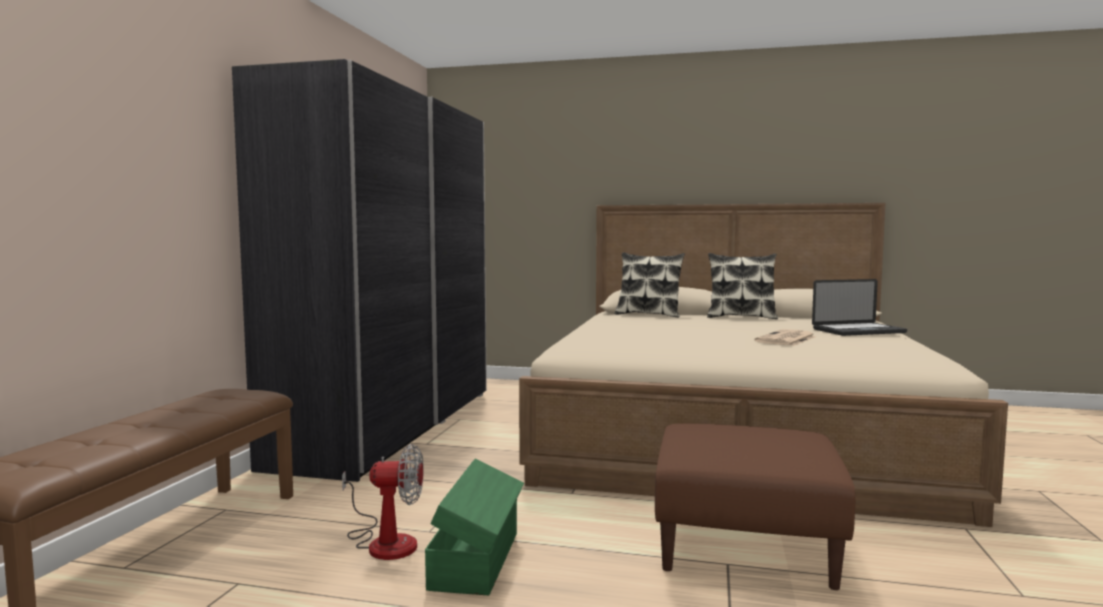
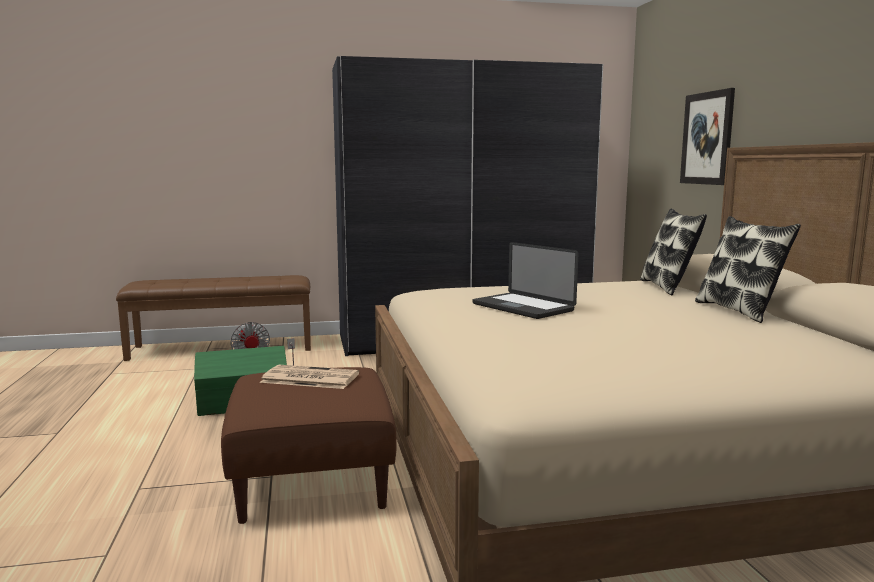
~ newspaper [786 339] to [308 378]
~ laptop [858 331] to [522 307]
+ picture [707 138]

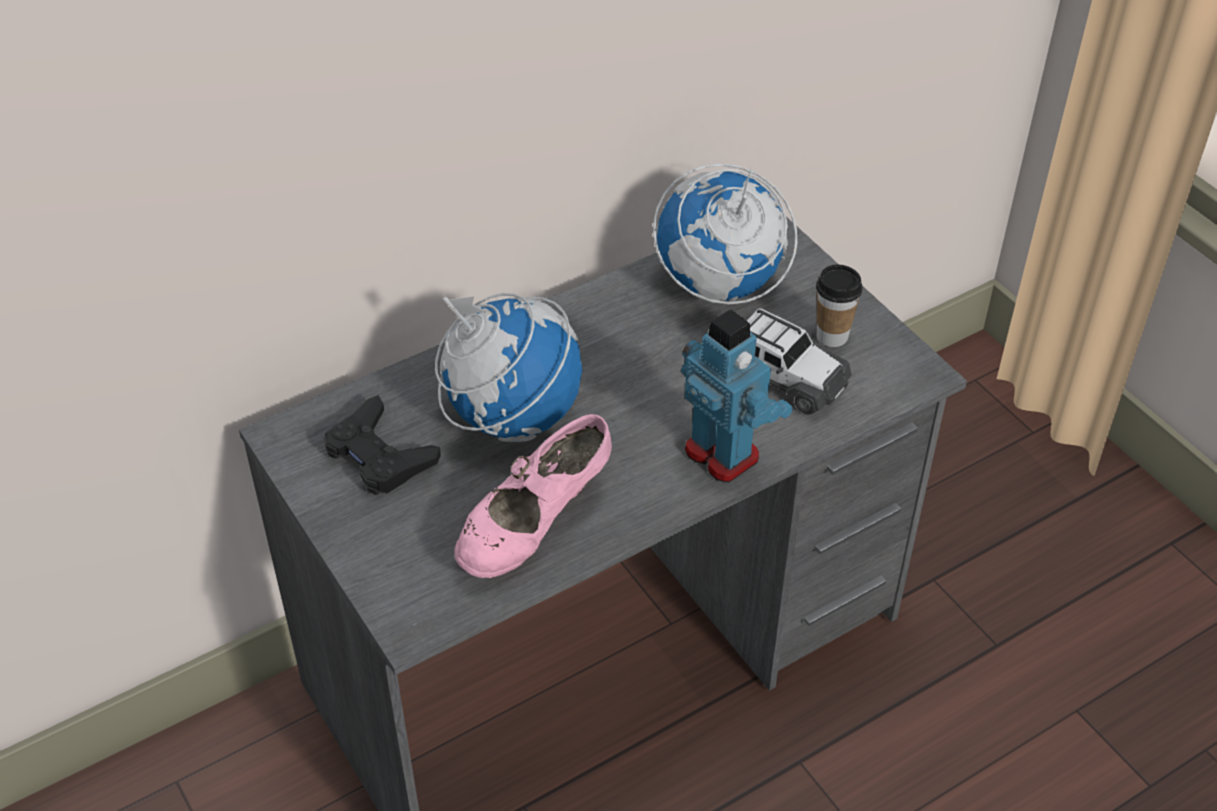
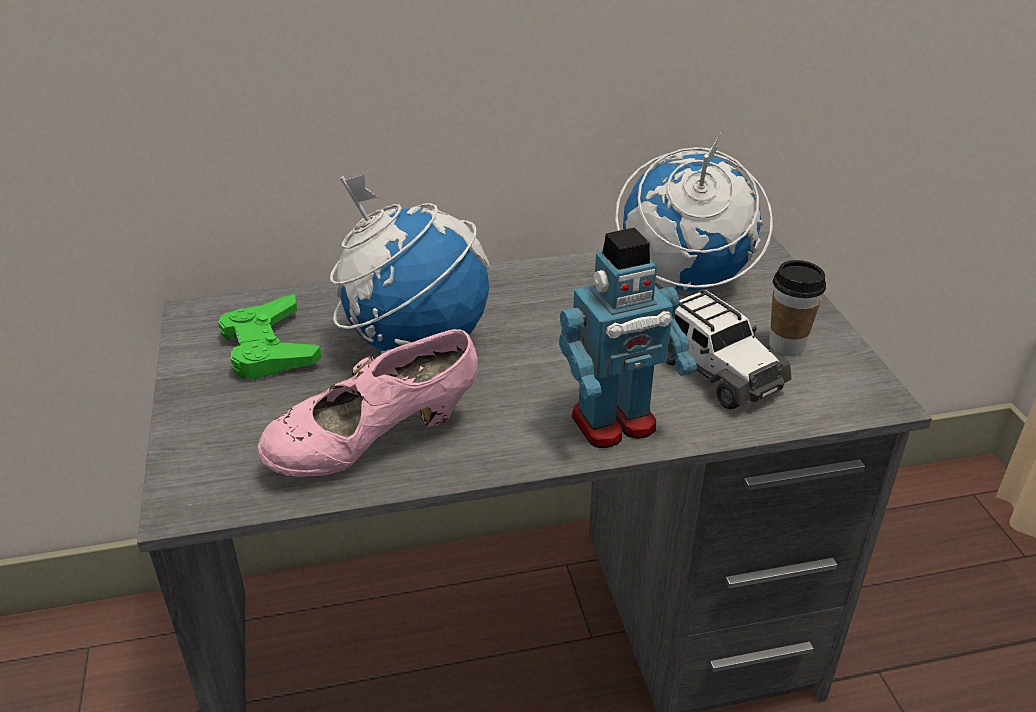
~ game controller (black) [379 455] to game controller (green) [269 347]
~ toy robot [723 453] = [615 424] 90 degrees clockwise

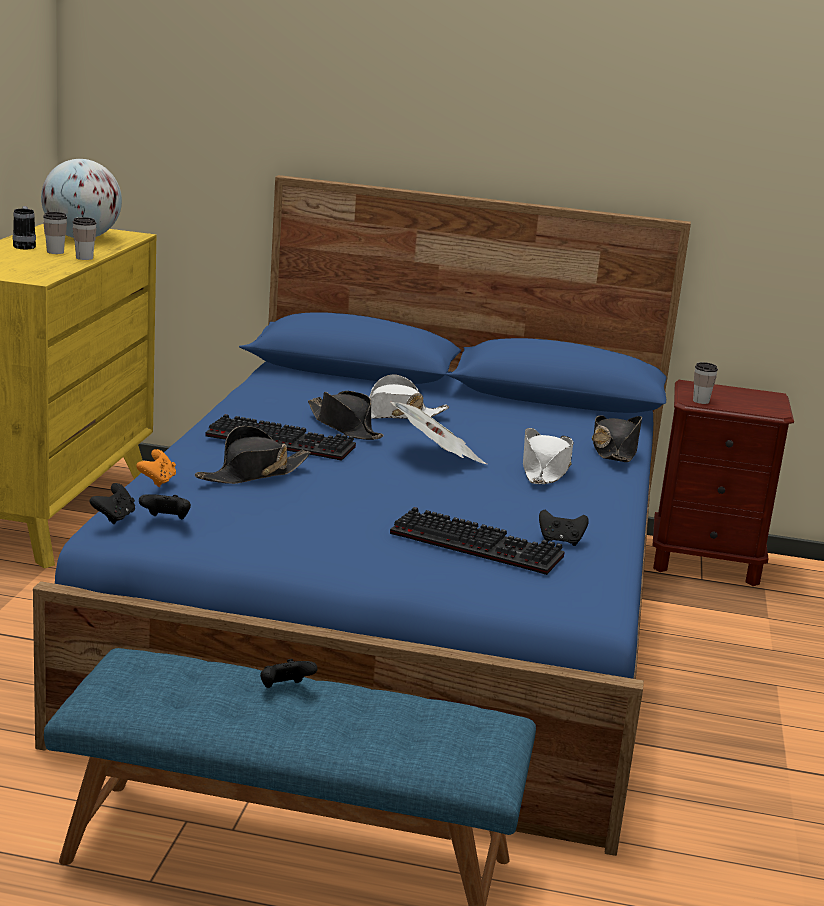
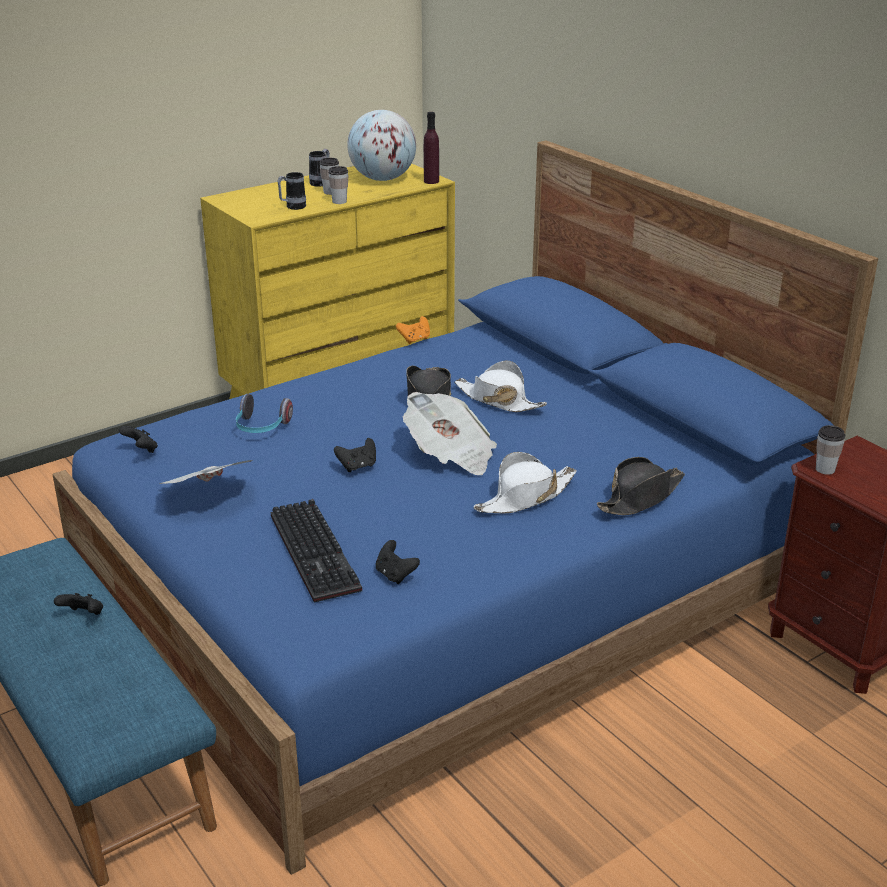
+ newspaper [207 495]
~ hat (black) [253 473] to headphones [261 428]
+ mug [292 207]
~ game controller (black) [114 518] to [357 466]
~ game controller (orange) [157 481] to [415 340]
+ bottle (purple) [431 181]
- keyboard [284 441]

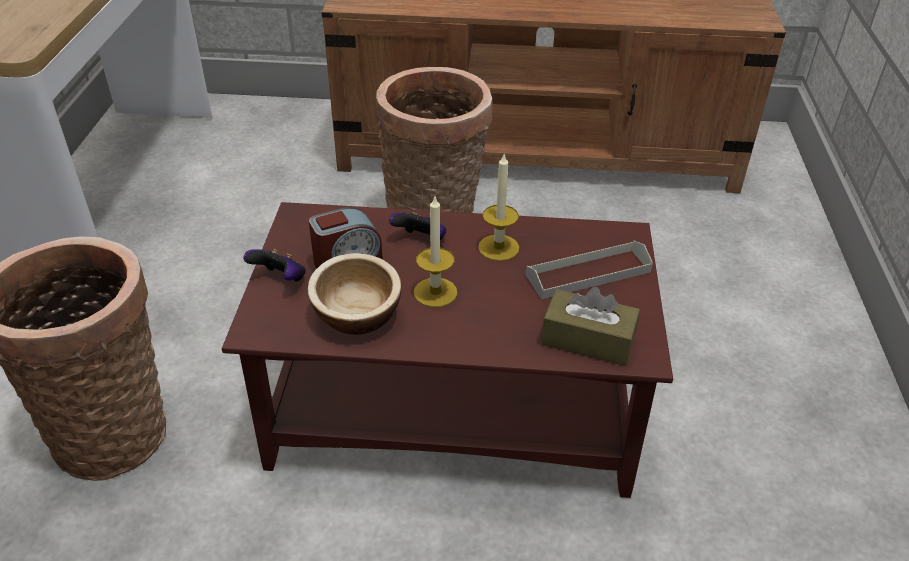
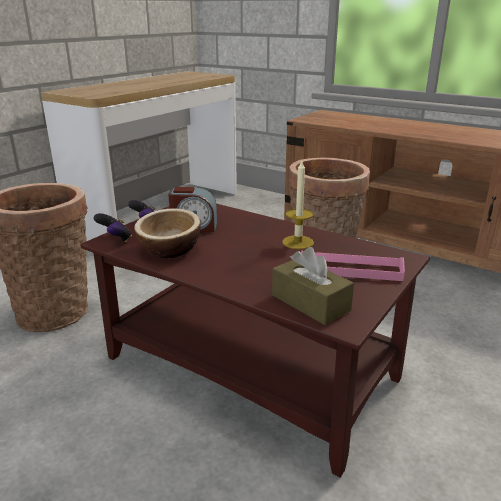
~ game controller [421 240] to [115 239]
~ tray (grey) [588 273] to tray (pink) [350 269]
- candle [435 292]

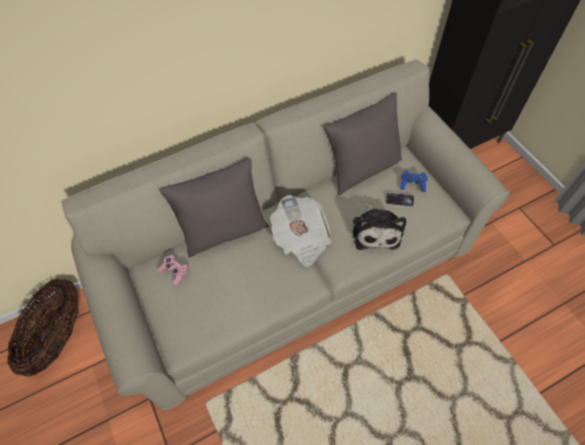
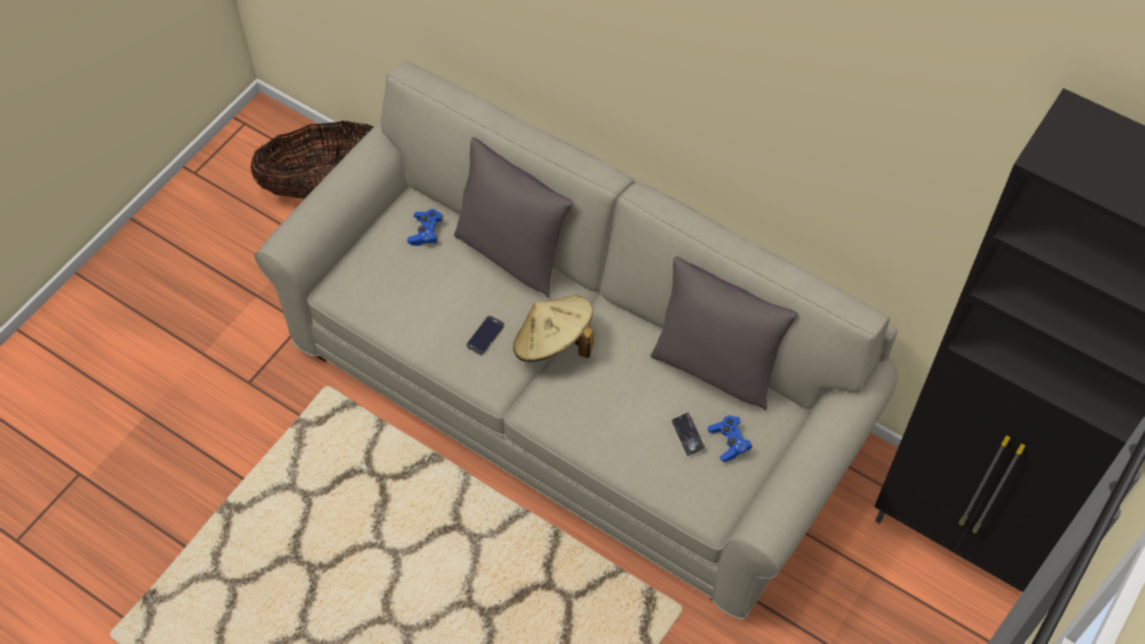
~ game controller (pink) [175 272] to game controller (blue) [426 232]
+ phone [485 335]
~ newspaper [301 239] to hat (beige) [553 344]
- plush toy [375 230]

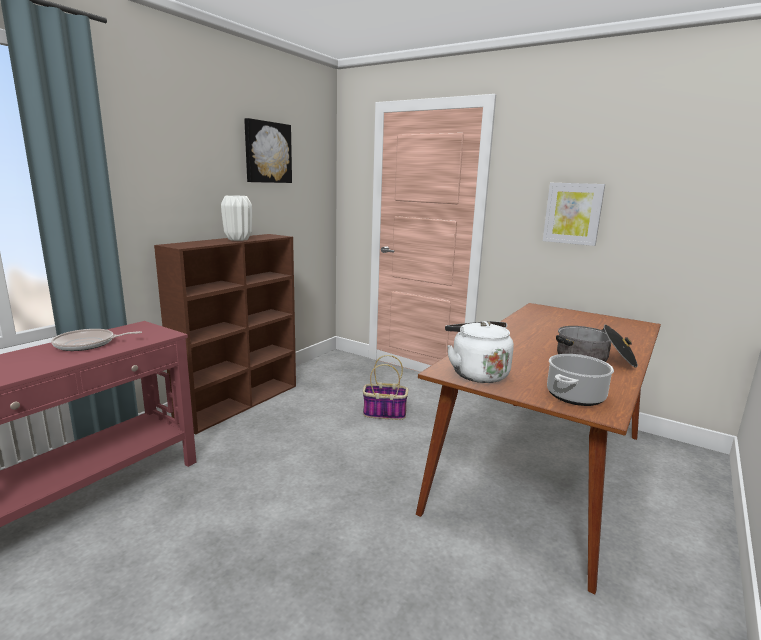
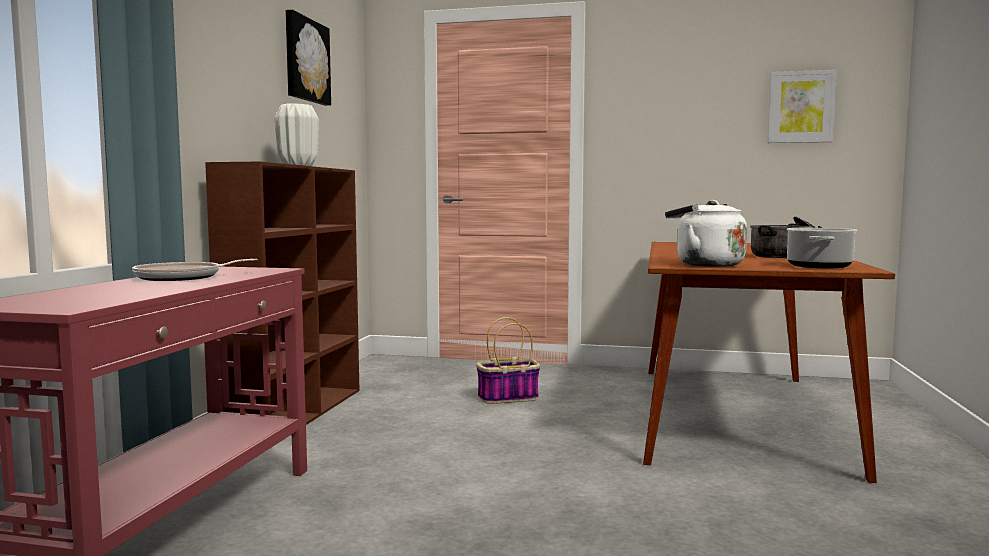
~ picture [573 213] to [801 107]

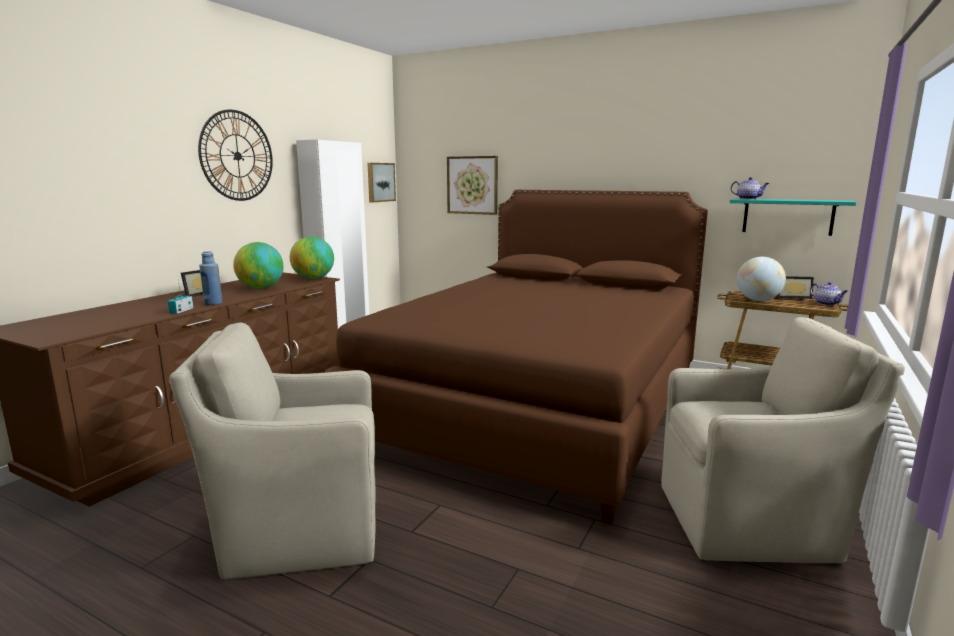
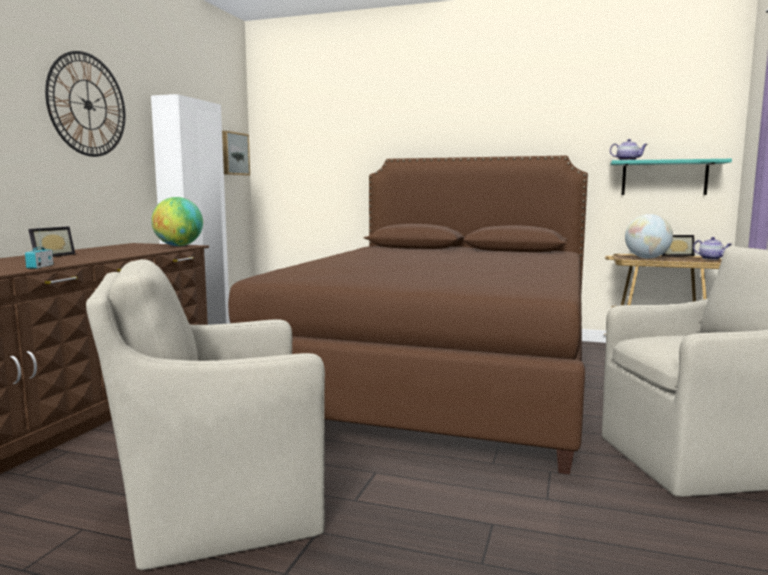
- bottle (blue) [213 303]
- globe [260 288]
- picture [472 185]

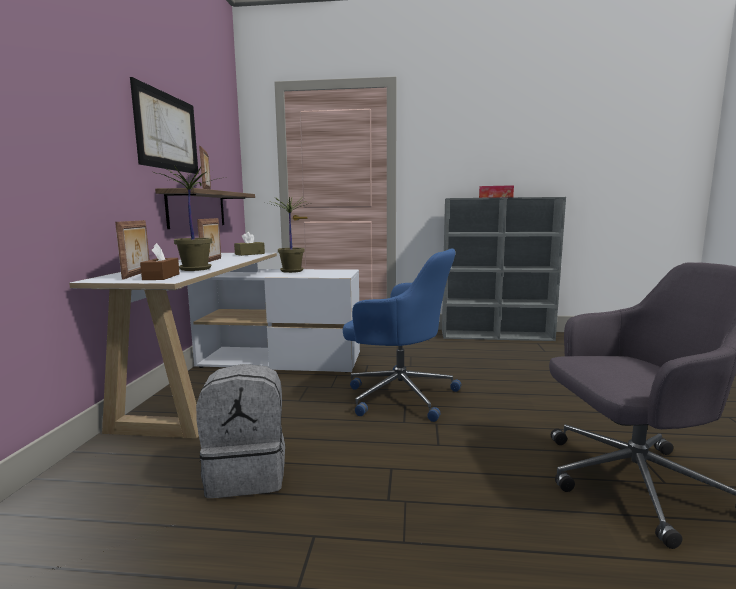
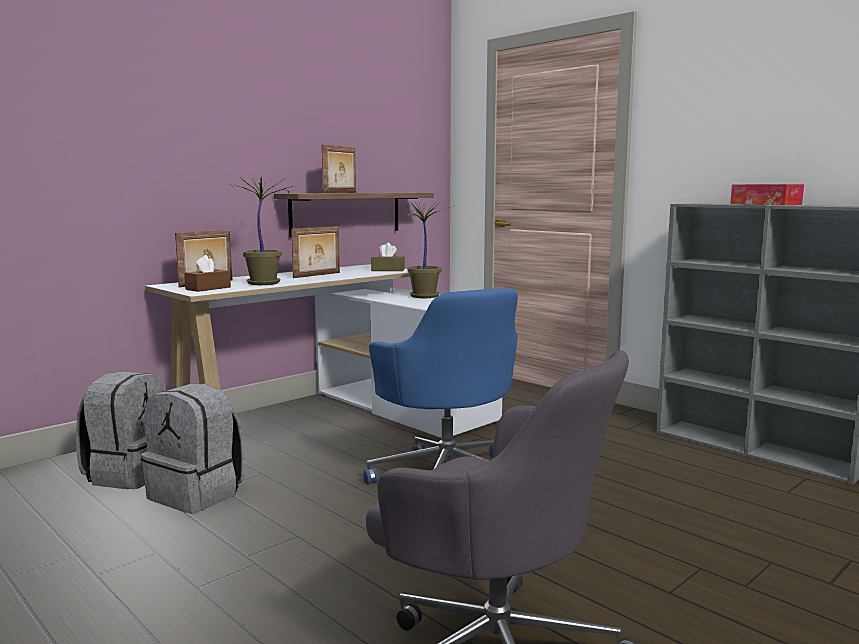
+ backpack (grey) [129 474]
- picture [167 132]

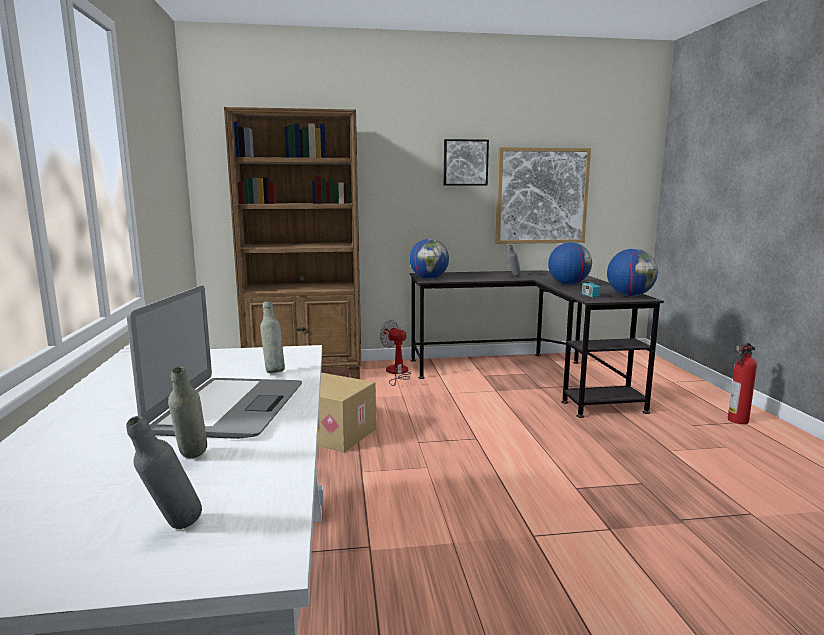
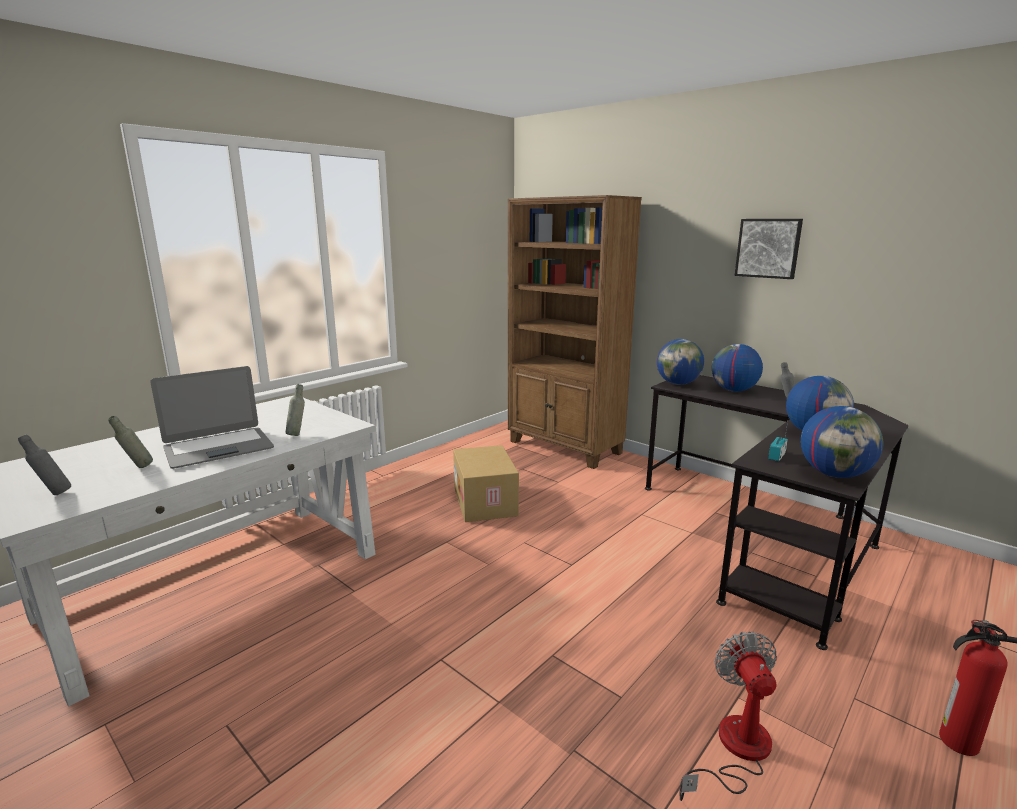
~ fan [397 373] to [734 750]
+ globe [733 390]
- picture [541 196]

